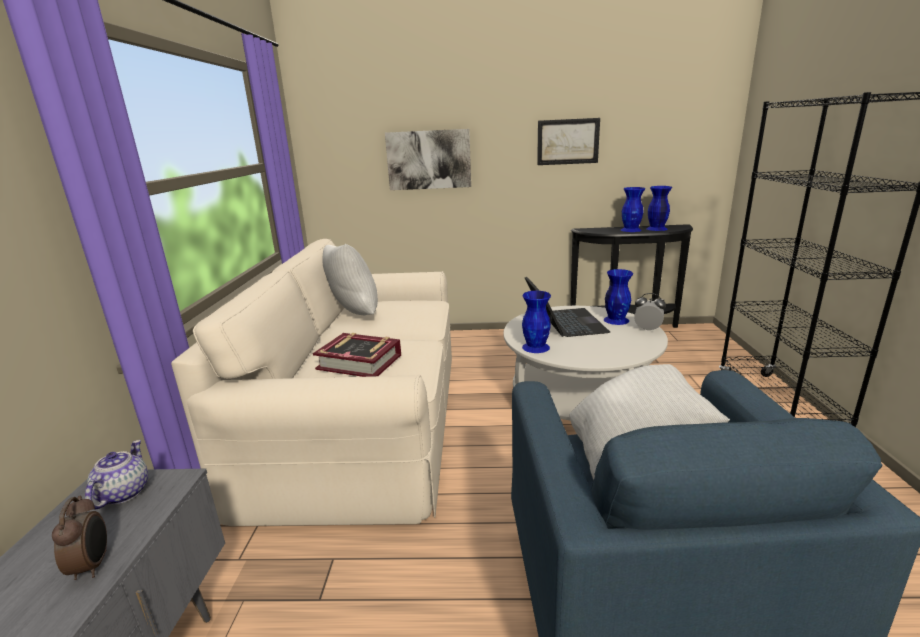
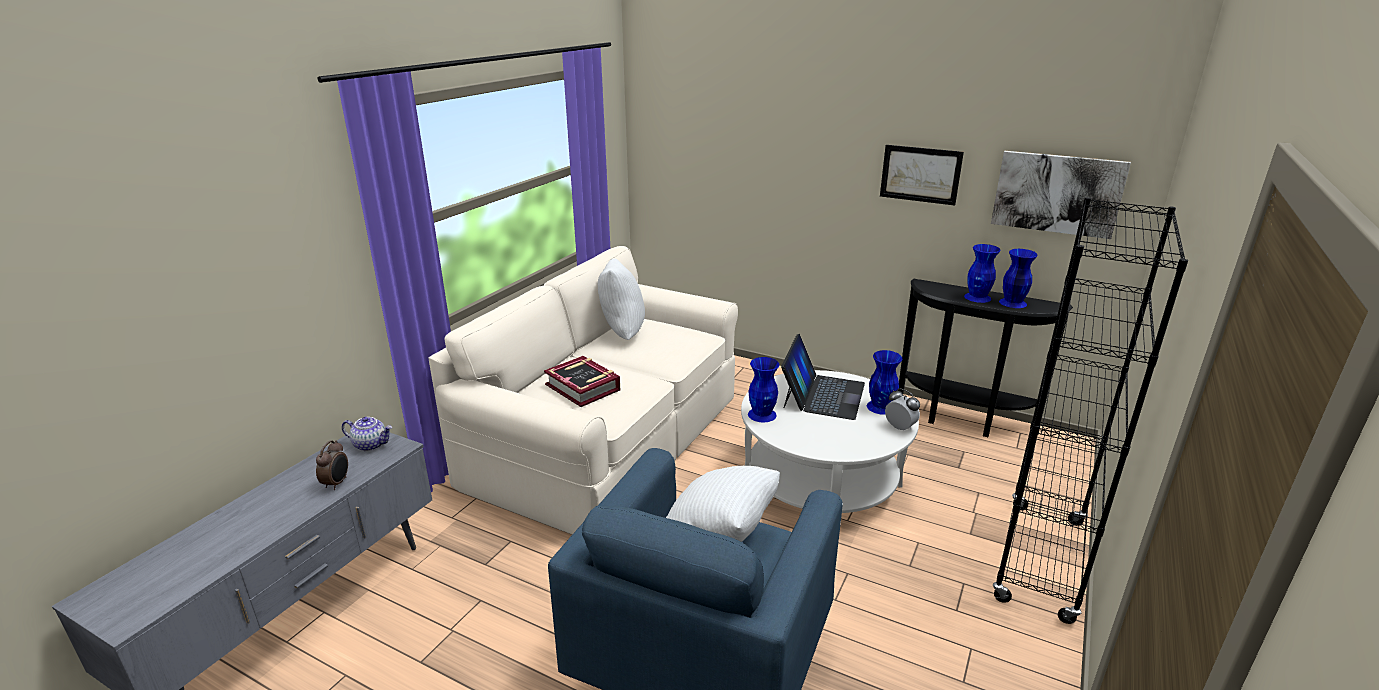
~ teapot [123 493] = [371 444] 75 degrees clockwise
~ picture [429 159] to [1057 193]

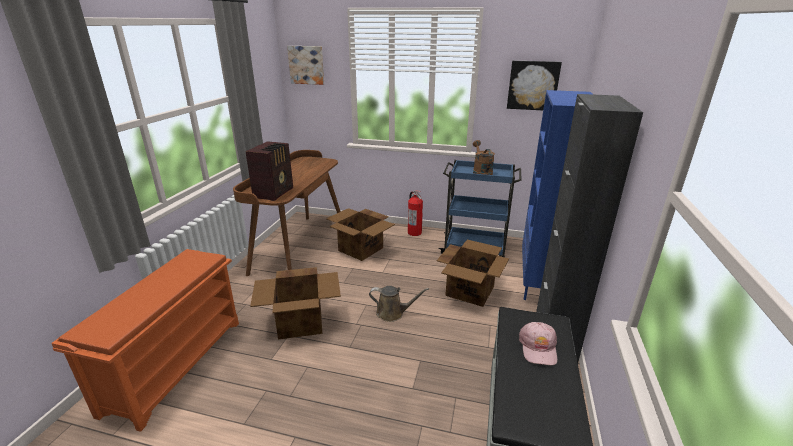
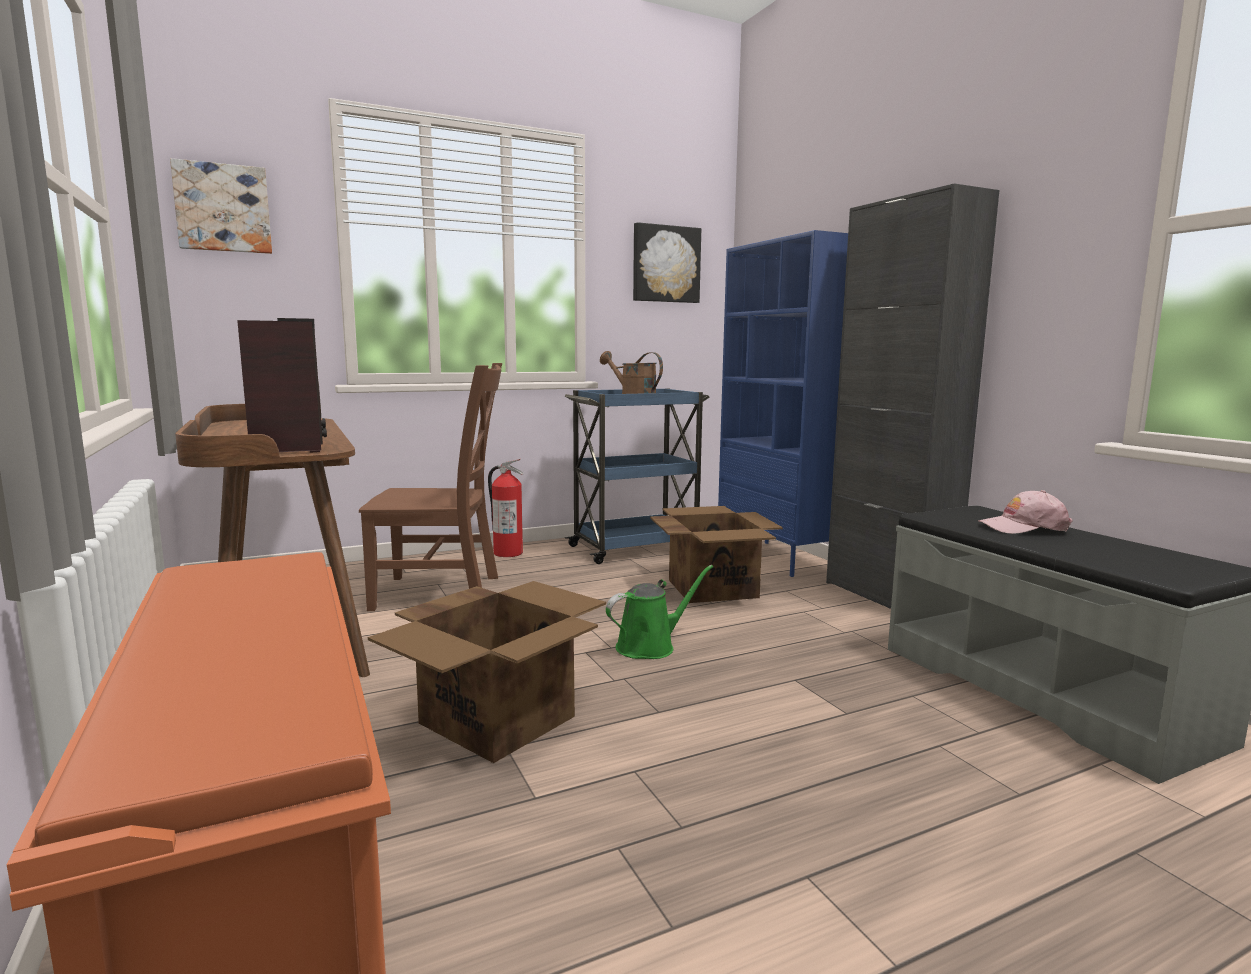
~ cardboard box [361 249] to chair (brown) [443 593]
~ watering can (brown) [393 313] to watering can (green) [650 646]
~ cap (pink) [538 347] = [1023 527] 120 degrees clockwise

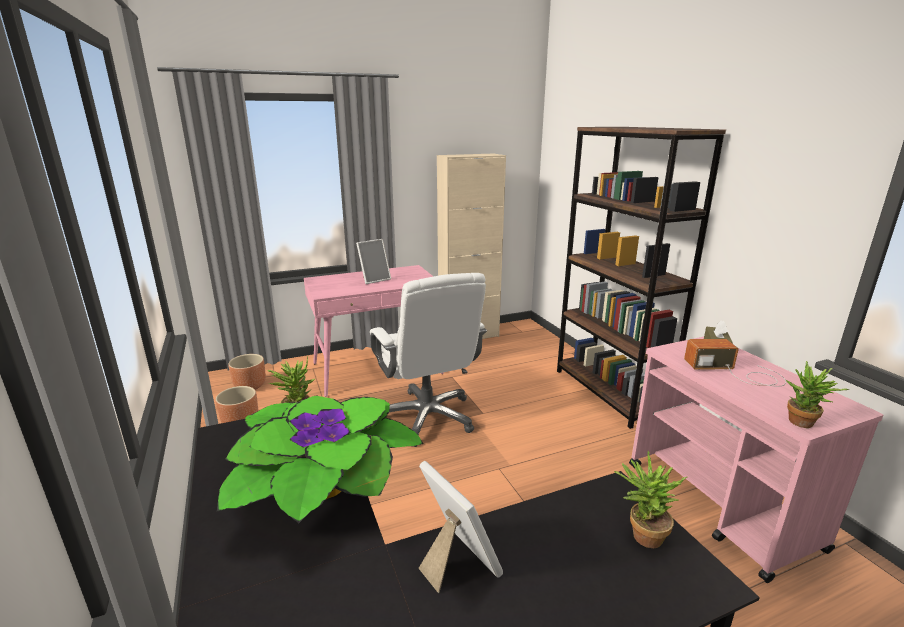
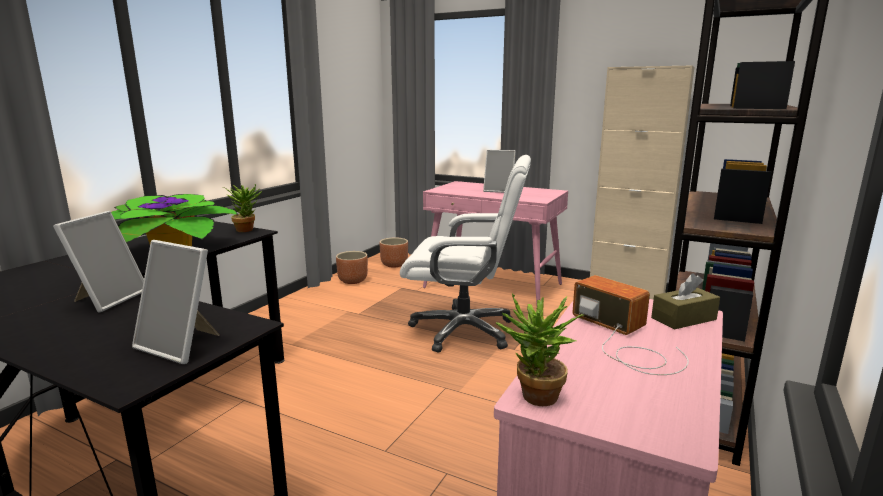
~ potted plant [641 535] to picture frame [182 346]
~ office chair (white) [428 417] = [464 330] 105 degrees counterclockwise

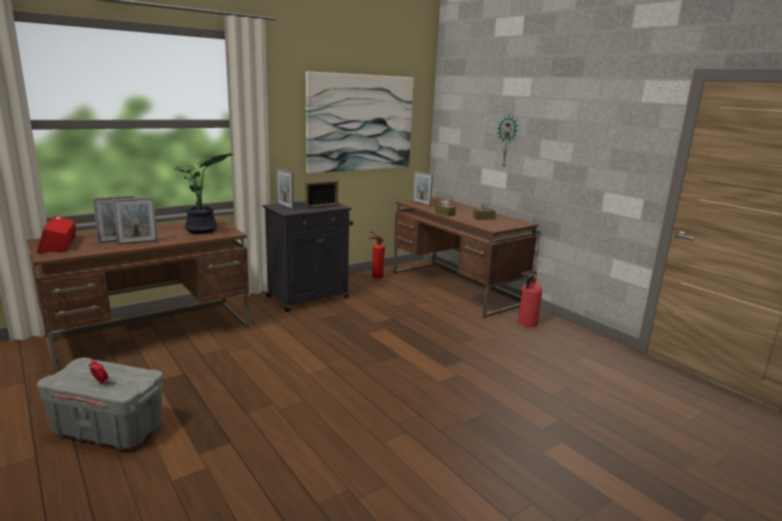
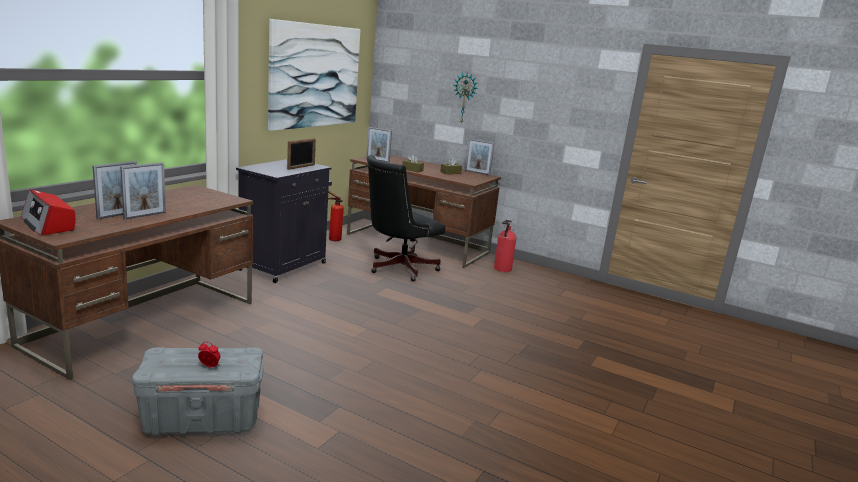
+ office chair (black) [398 268]
~ picture frame [285 206] to [477 173]
- potted plant [203 231]

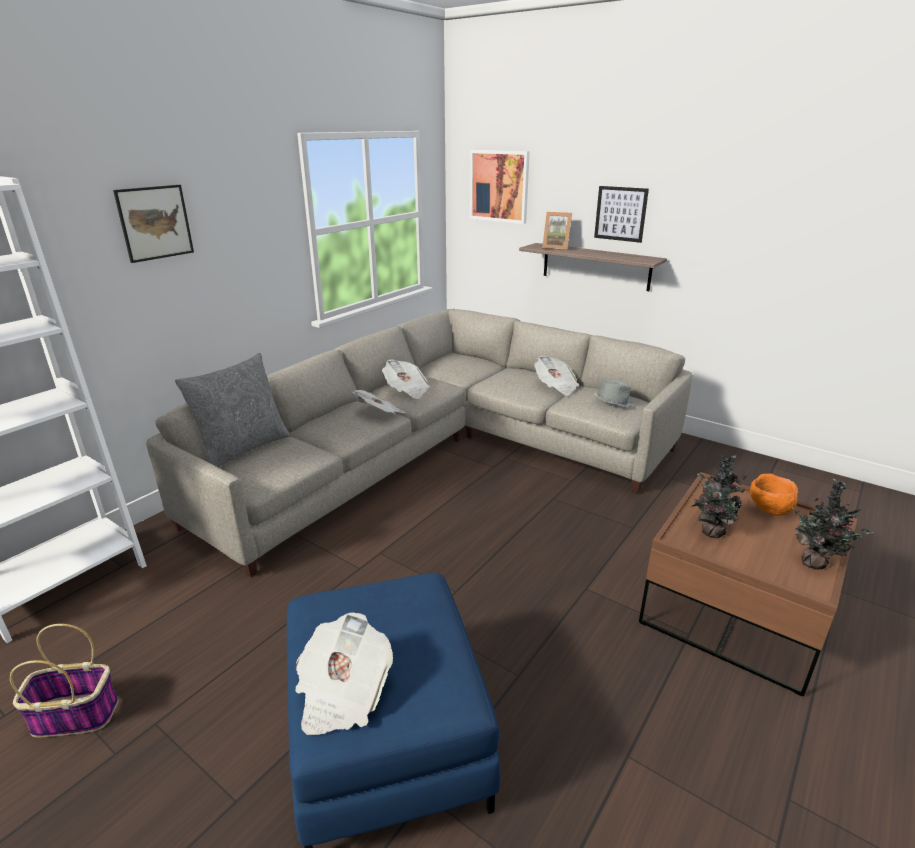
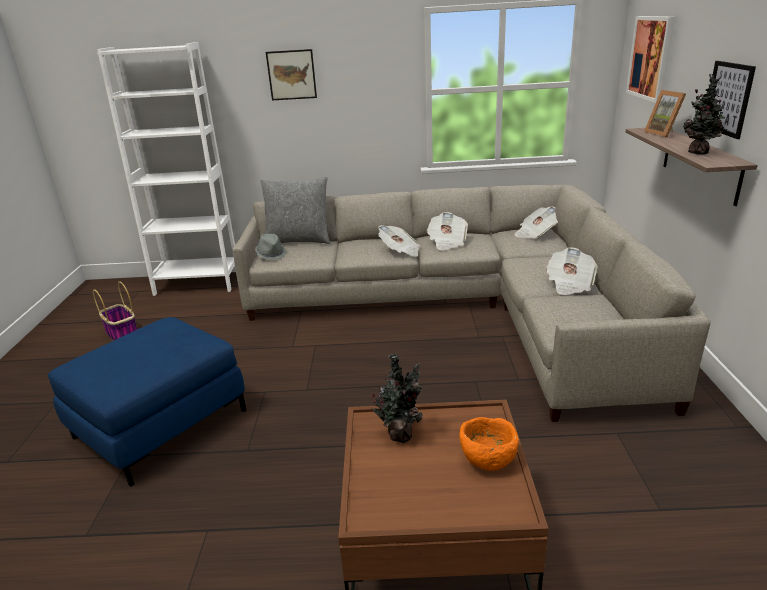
~ hat (grey) [612 402] to [271 254]
~ newspaper [342 693] to [535 234]
~ potted plant [816 563] to [700 153]

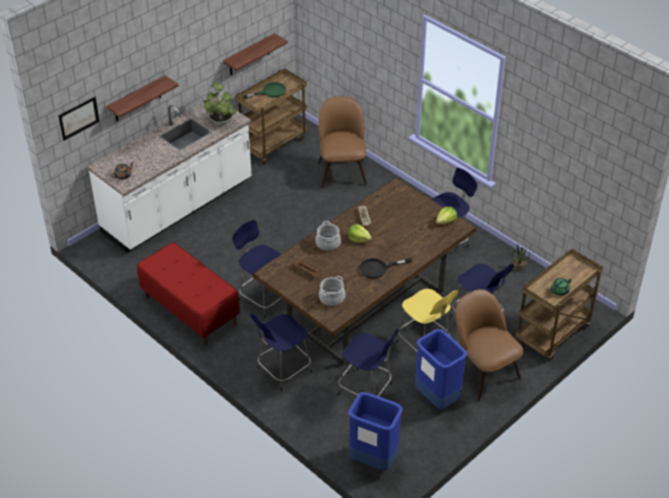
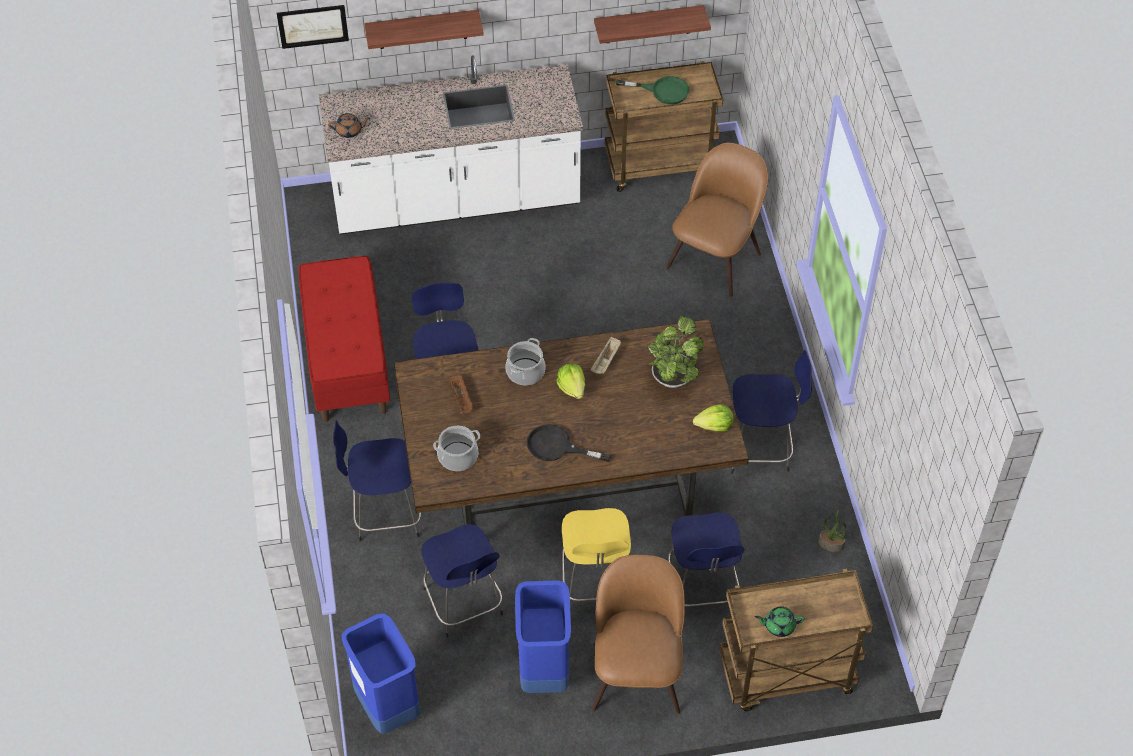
~ potted plant [221 121] to [673 376]

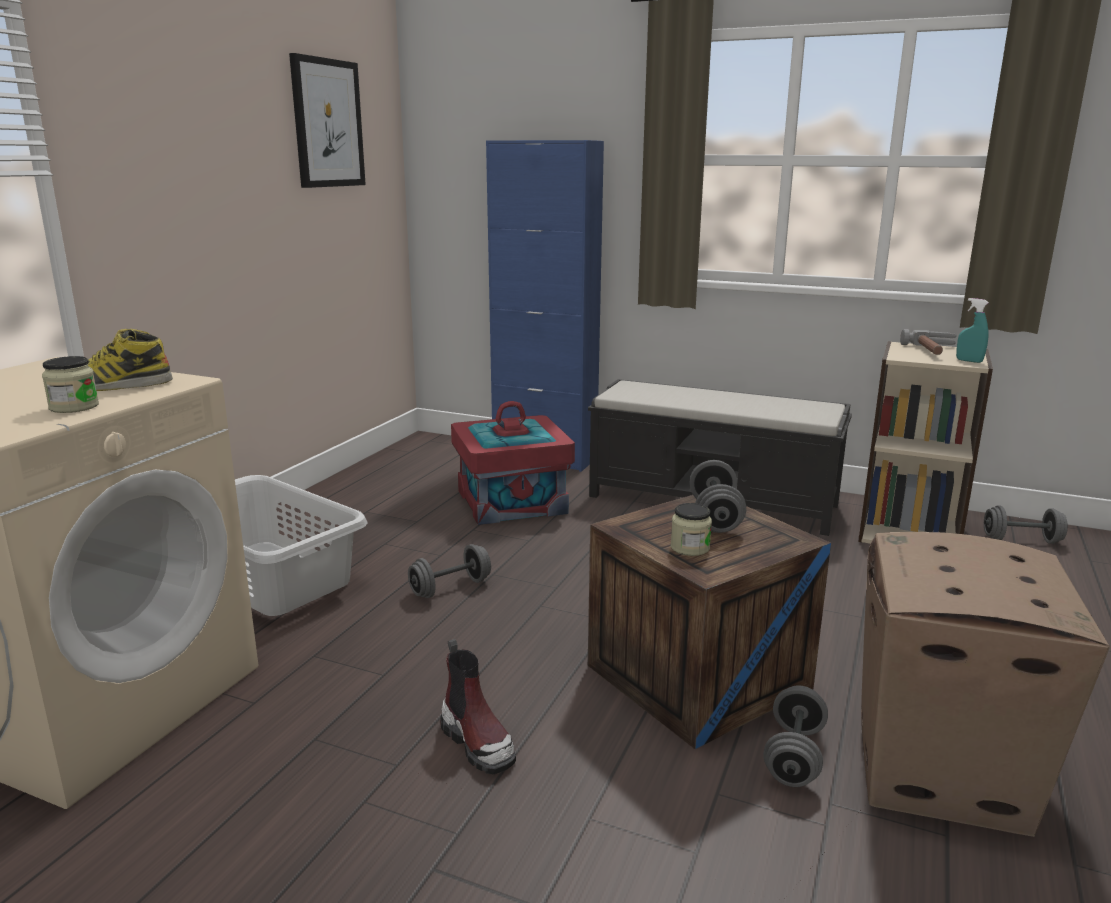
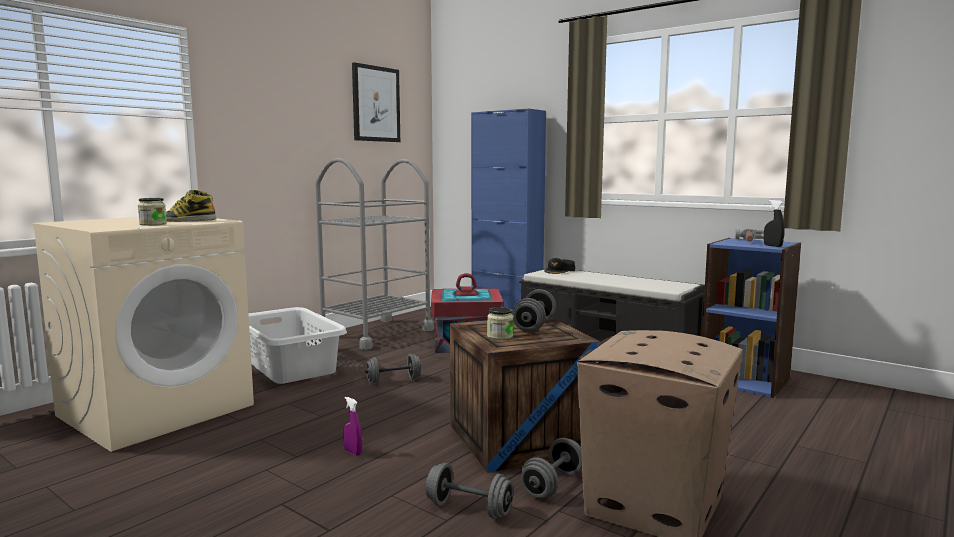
+ cart (grey) [376 333]
~ boot [478 742] to spray bottle (purple) [353 452]
~ dumbbell (grey) [1021 540] to [469 509]
+ cap (black) [560 271]
~ bookcase (beige) [909 531] to bookcase (blue) [745 380]
~ spray bottle (turquoise) [969 361] to spray bottle (black) [773 246]

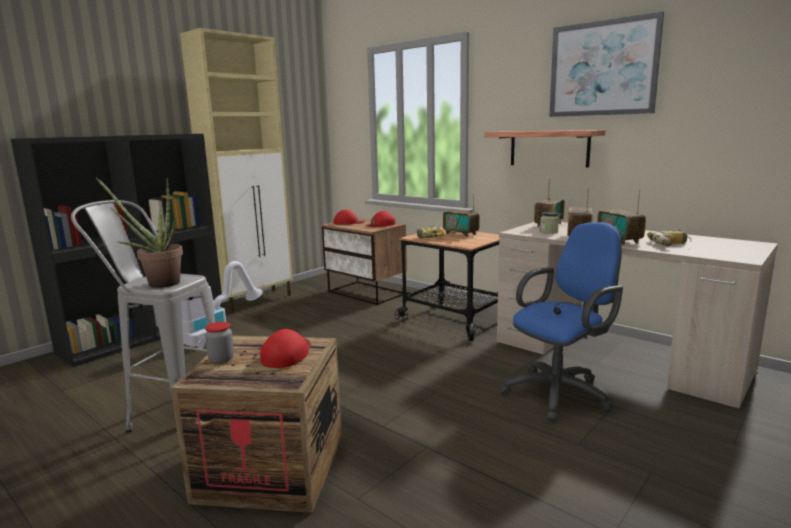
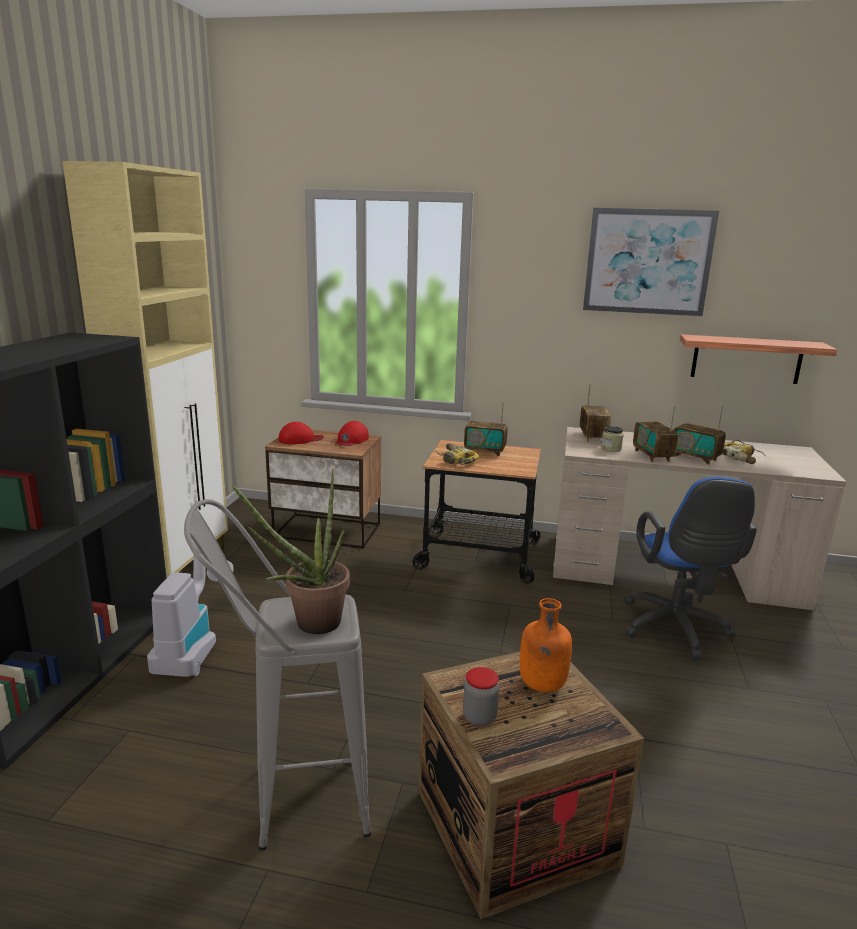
~ cap (red) [287 354] to bottle (orange) [541 685]
~ office chair (blue) [560 392] = [675 630] 150 degrees clockwise
~ shelf [549 148] to [746 359]

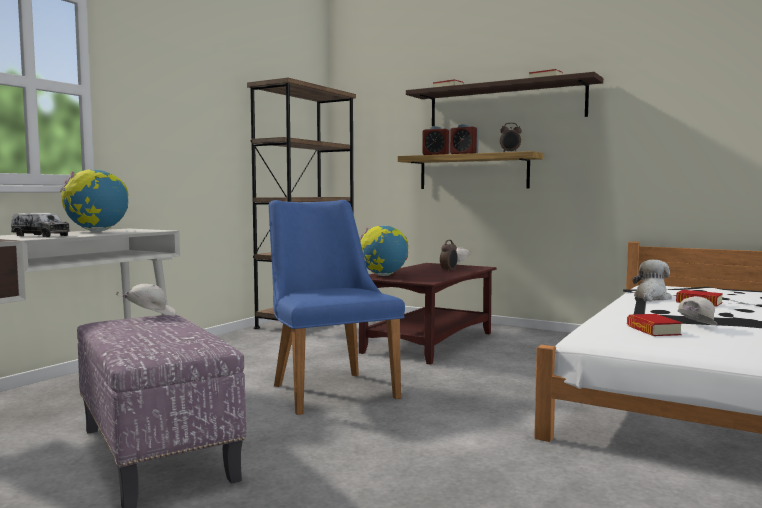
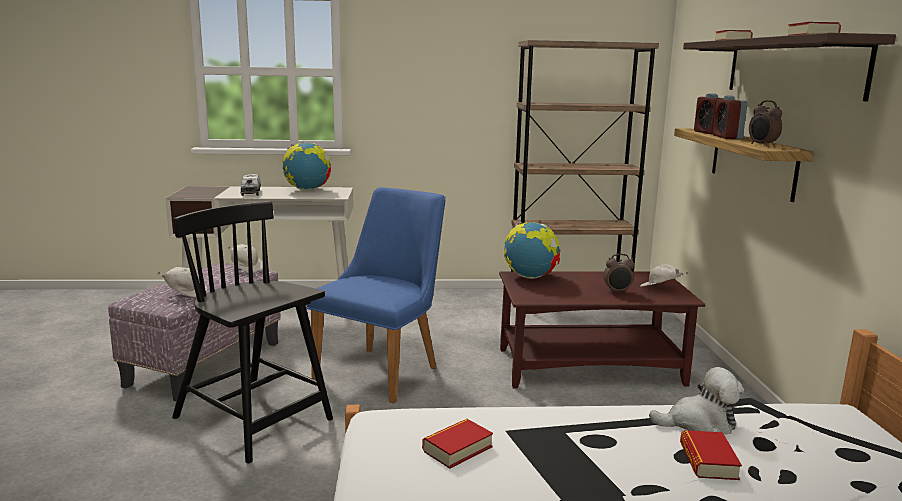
~ cap (white) [695 326] to [185 293]
+ chair (black) [254 420]

